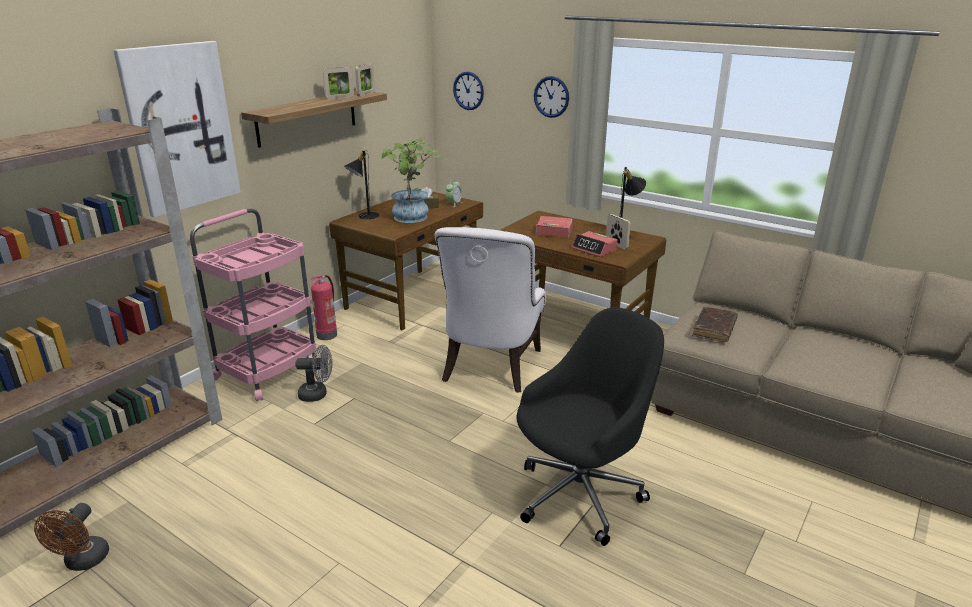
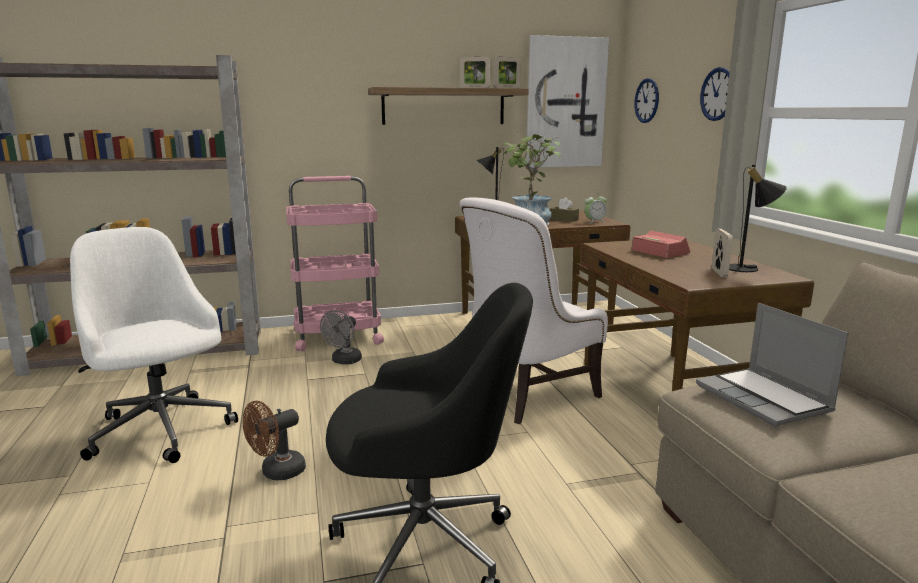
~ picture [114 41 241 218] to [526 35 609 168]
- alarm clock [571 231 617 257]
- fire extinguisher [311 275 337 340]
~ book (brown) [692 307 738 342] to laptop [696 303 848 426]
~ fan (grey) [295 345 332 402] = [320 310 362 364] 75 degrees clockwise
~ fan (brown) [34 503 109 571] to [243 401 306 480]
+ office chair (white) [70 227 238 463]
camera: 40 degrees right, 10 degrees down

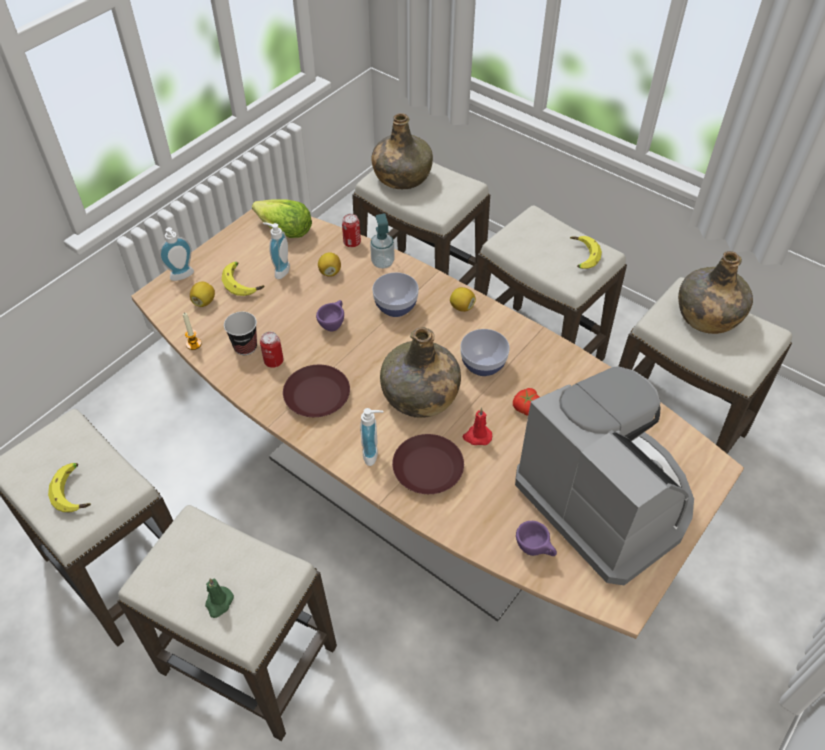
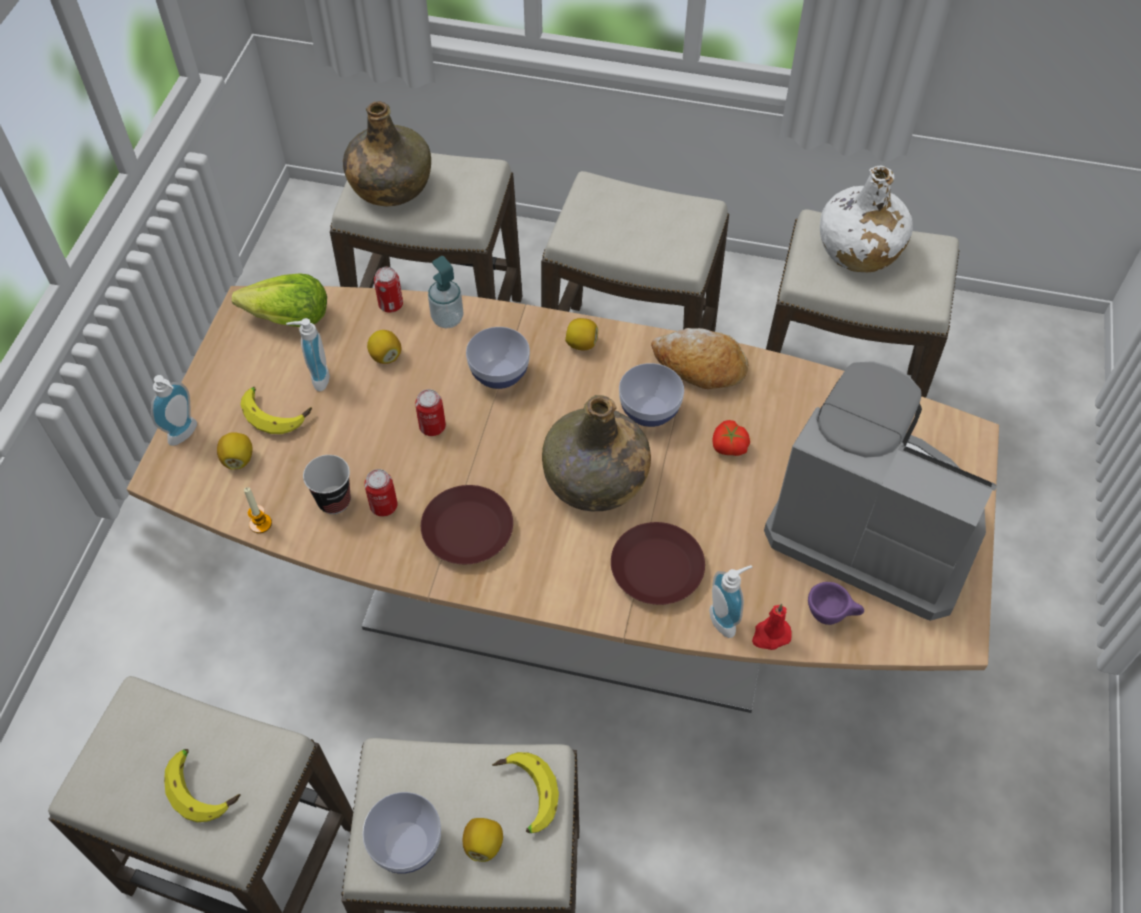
~ banana [570 236 602 269] to [492 752 559 833]
~ bottle (green) [678 251 753 334] to bottle (white) [820 166 913 273]
~ cup (purple) [316 300 344 331] to can [415 389 446 436]
~ soap dispenser [360 408 383 466] to [709 565 752 638]
~ candle (red) [463 408 492 445] to [752 603 792 650]
~ candle (green) [205 578 234 618] to lemon [463 818 503 862]
+ bread [651 328 748 389]
+ bowl [362 792 441 874]
camera: 25 degrees left, 5 degrees up

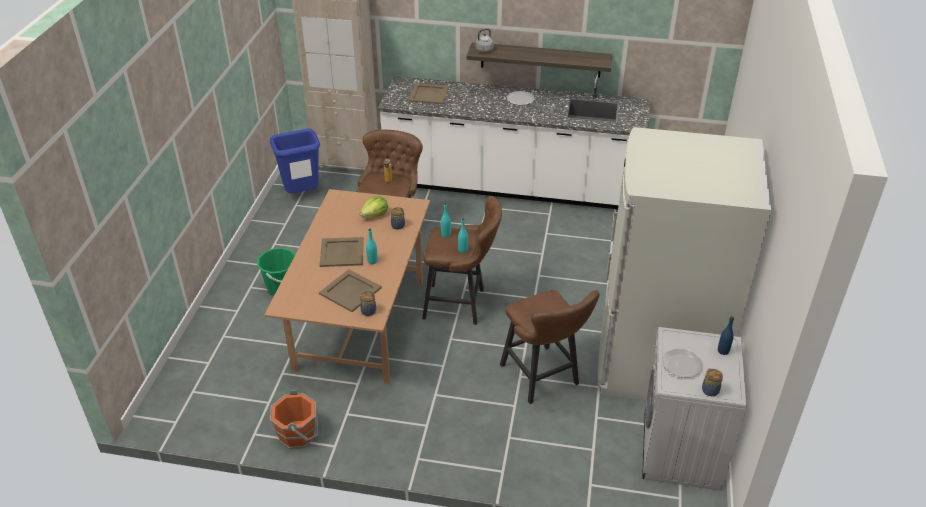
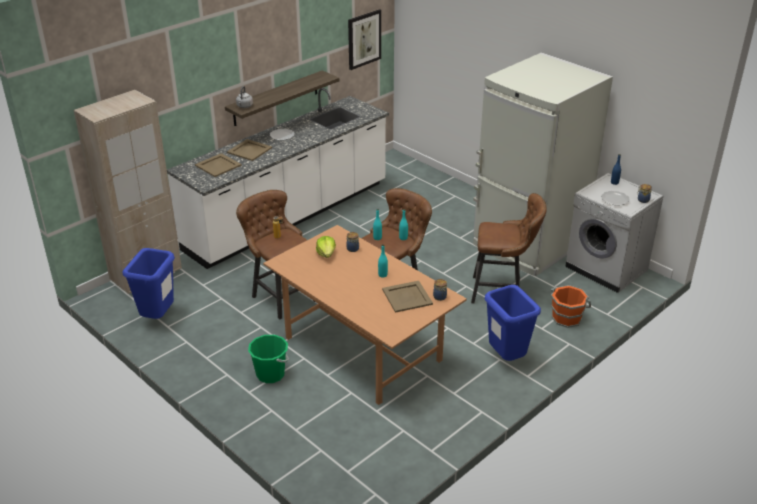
~ tray (beige) [319 237 364 267] to [227 139 272 161]
~ bucket (orange) [270 389 318 449] to [551 285 591 328]
+ picture [348 9 381 70]
+ trash can (blue) [485 285 541 361]
camera: 55 degrees left, 5 degrees down

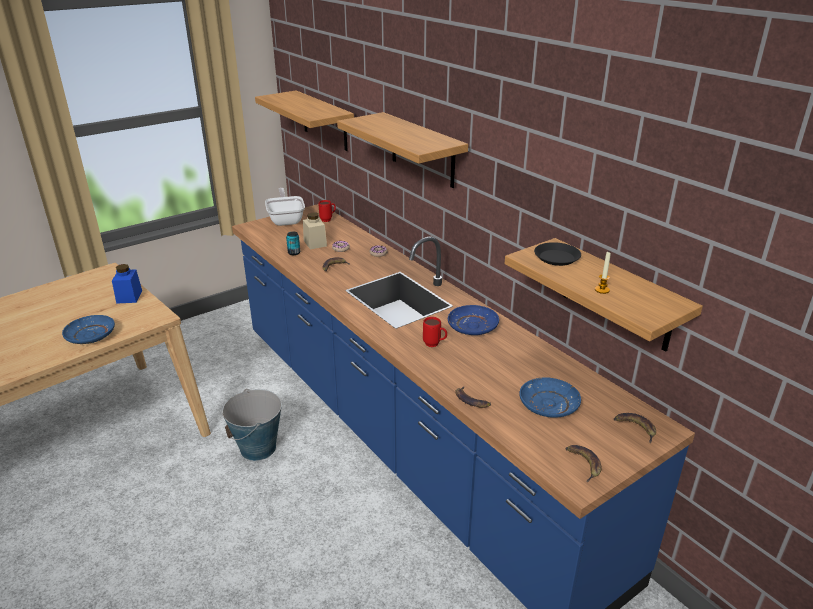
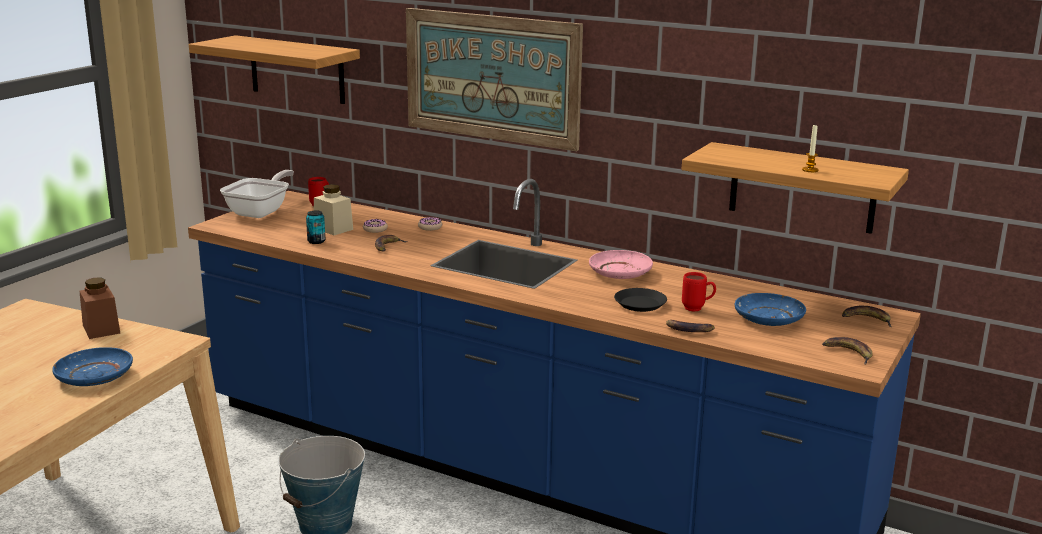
~ shelf [337 112 468 188] to picture [406 8 583 151]
~ frying pan [265 188 305 226] = [220 170 294 218] 60 degrees clockwise
~ plate (black) [534 242 581 266] to [614 288 667 312]
~ jar (blue) [112 264 142 304] to jar (brown) [79 277 120 339]
~ plate (blue) [448 305 499 335] to plate (pink) [589 250 653 279]
~ mug (red) [423 317 447 347] to [682 272 716 312]
camera: 25 degrees left, 10 degrees down

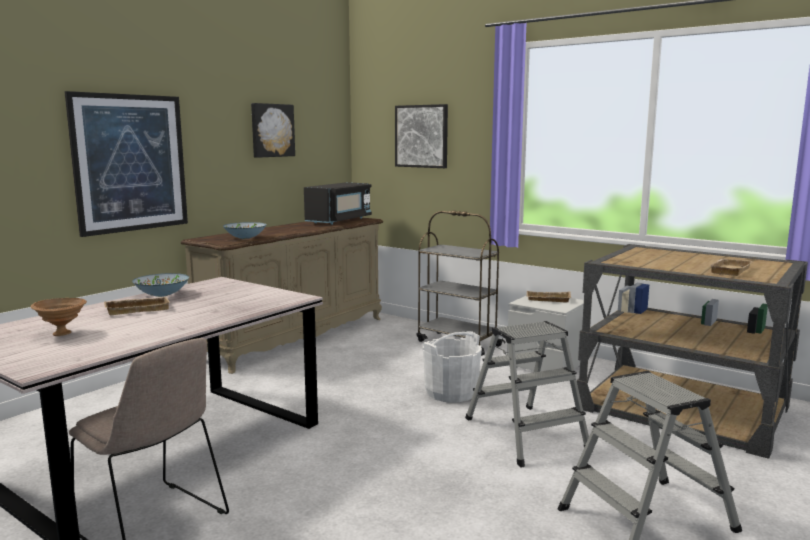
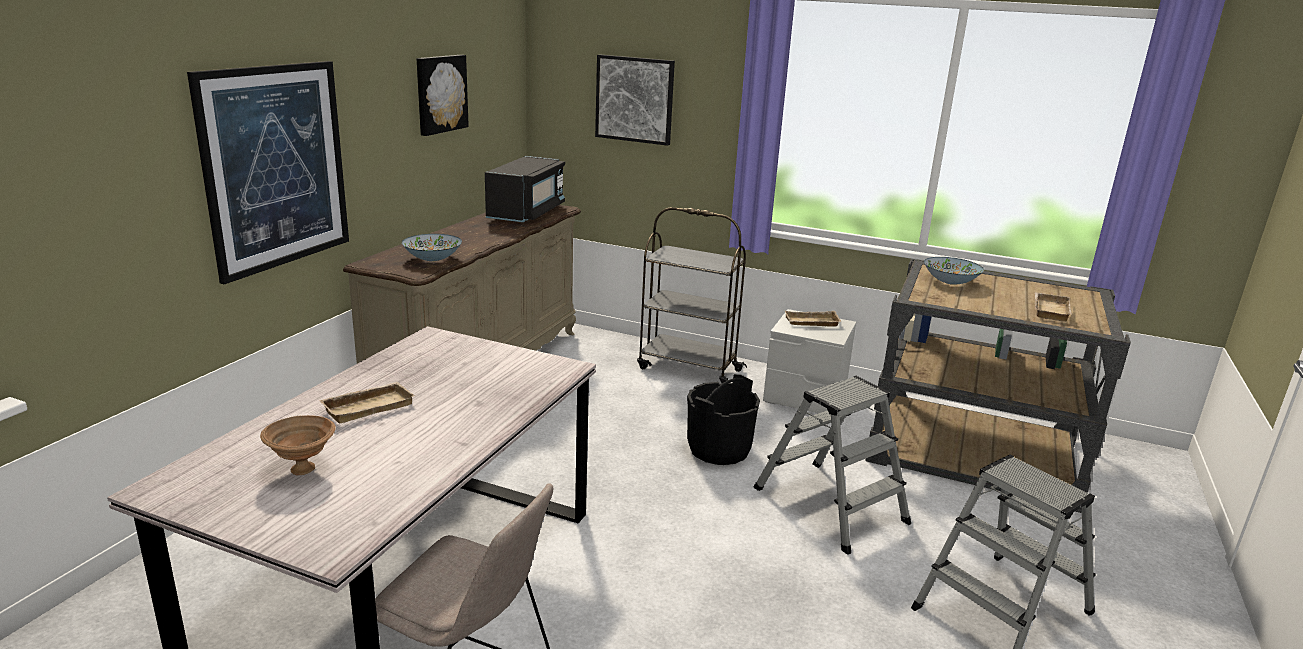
~ bowl [132 273 189 297] to [924 257 984 285]
~ bucket (white) [423 331 482 402] to bucket (black) [687 374 760 465]
camera: 15 degrees left, 10 degrees up

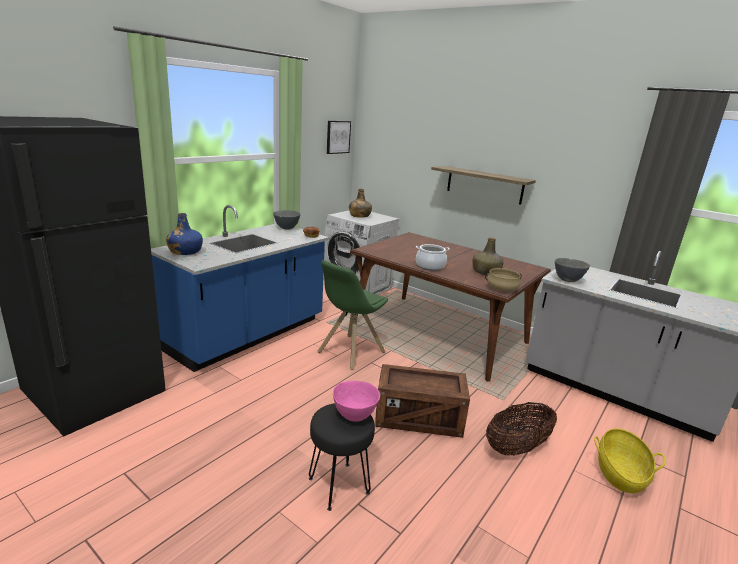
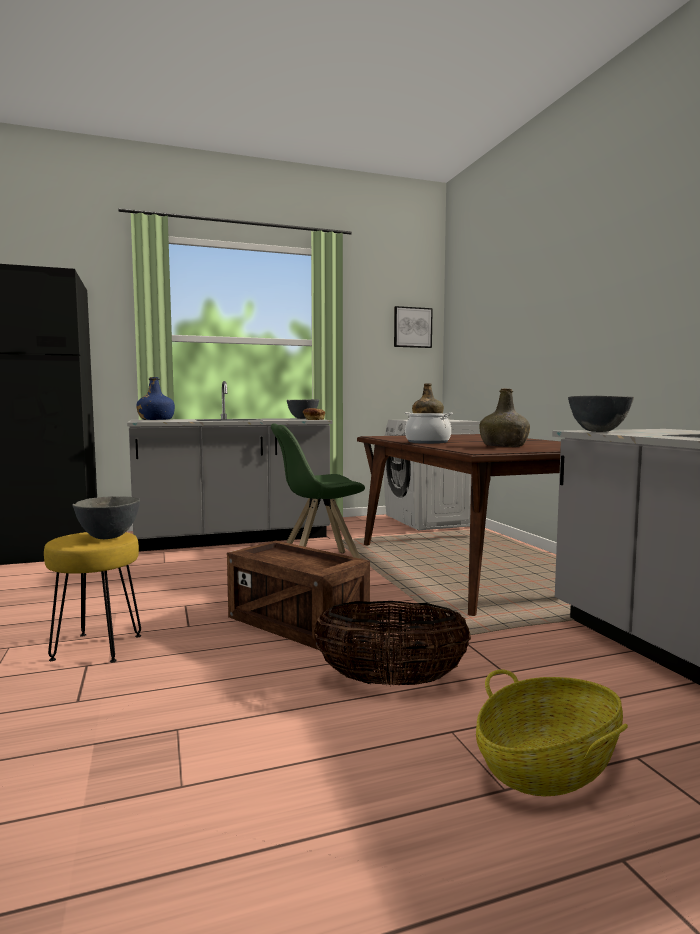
- shelf [431 166 536 205]
~ counter (blue) [151 205 329 372] to counter (grey) [127 381 333 551]
- cooking pot (beige) [485 268 522 291]
~ bowl (pink) [333 381 380 422] to bowl (grey) [72 496 140 539]
~ stool (black) [309 403 375 511] to stool (yellow) [44 532 141 662]
camera: 35 degrees right, 15 degrees down

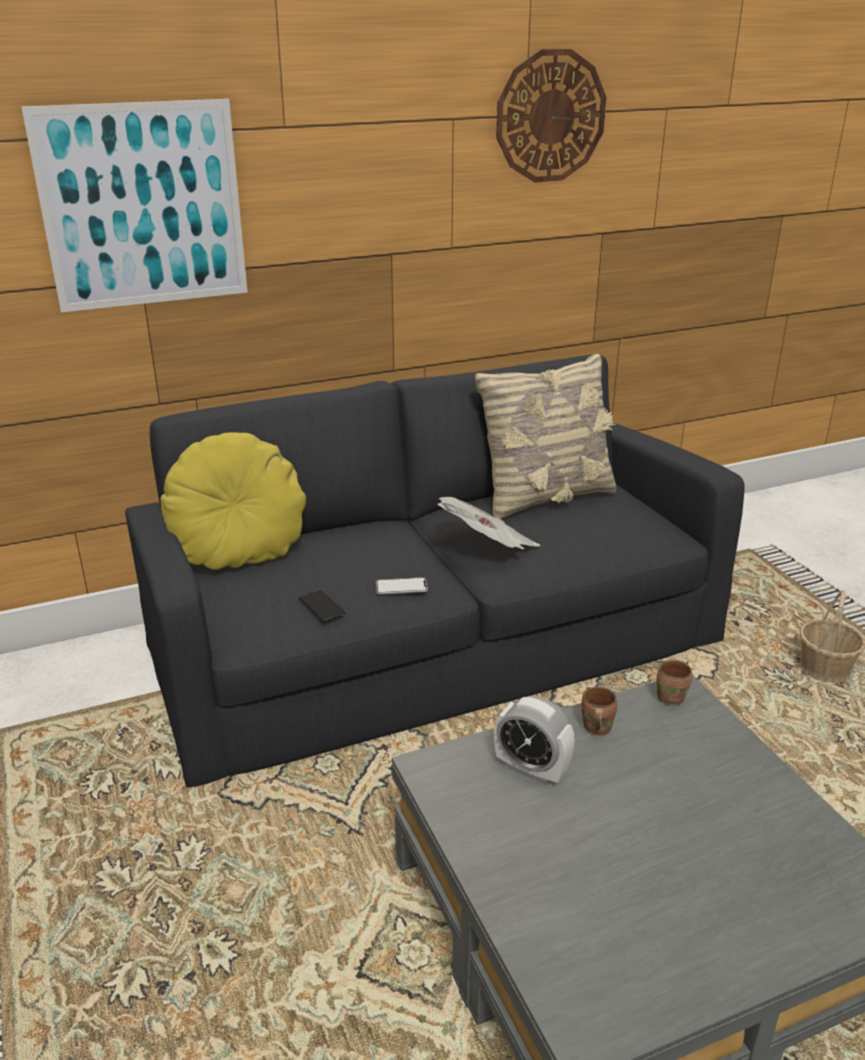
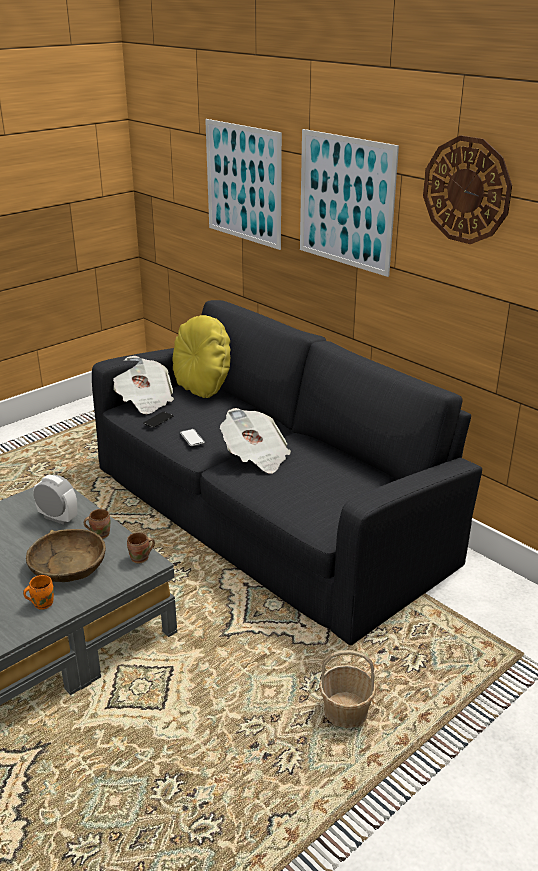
- pillow (beige) [475 354 616 519]
~ alarm clock [494 696 575 785] = [33 475 77 525] 105 degrees clockwise
+ picture [300 129 399 277]
+ newspaper [113 356 174 414]
+ bowl (brown) [26 529 106 582]
+ mug (orange) [23 575 54 610]
camera: 70 degrees right, 0 degrees up

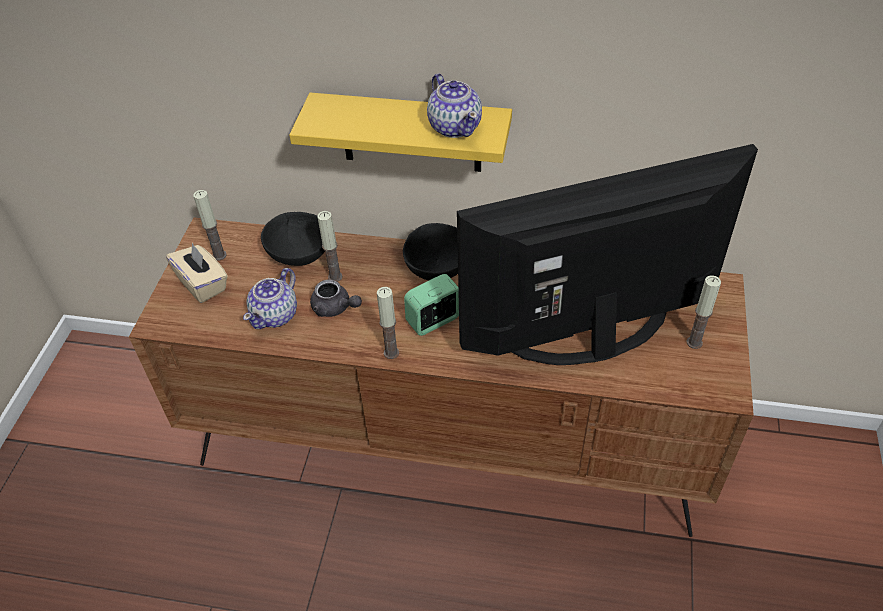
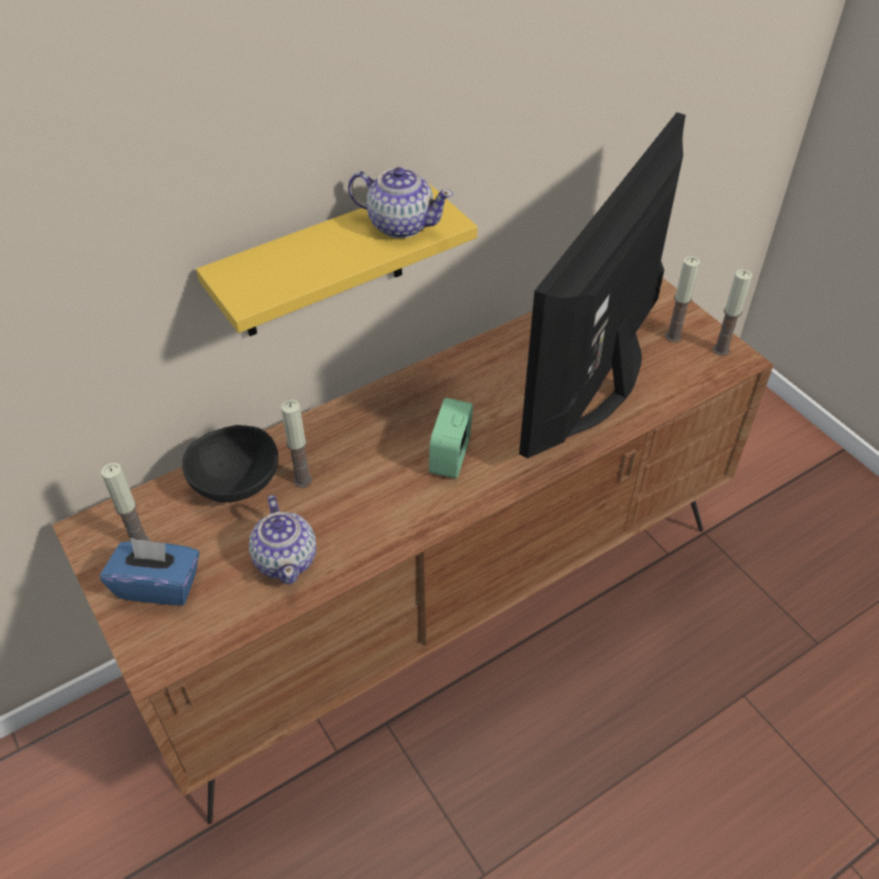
- bowl (black) [403 223 458 280]
~ tissue box (beige) [166 242 228 303] to tissue box (blue) [100 537 200 606]
- teapot (grey) [310 280 362 317]
~ candle [377 287 399 359] to [713 269 752 356]
camera: 45 degrees left, 0 degrees up

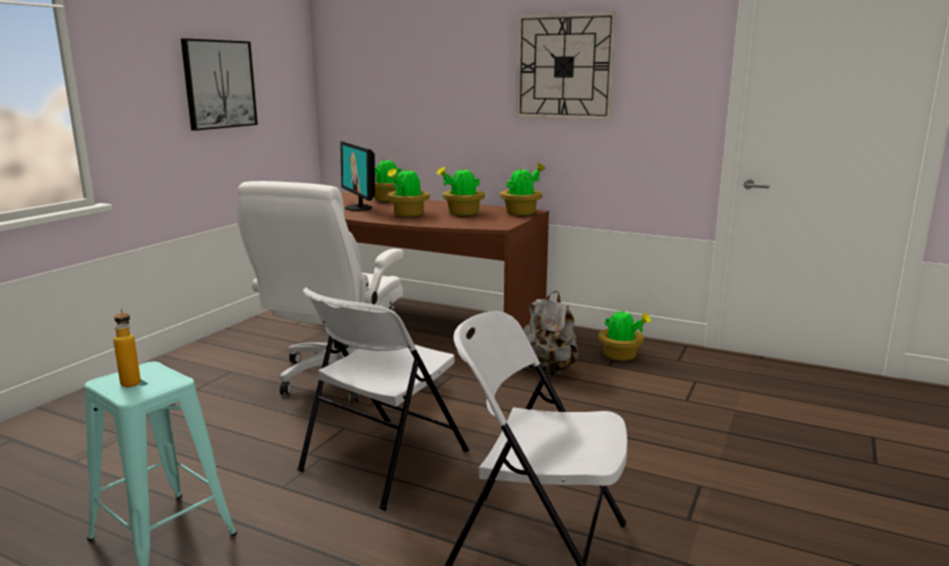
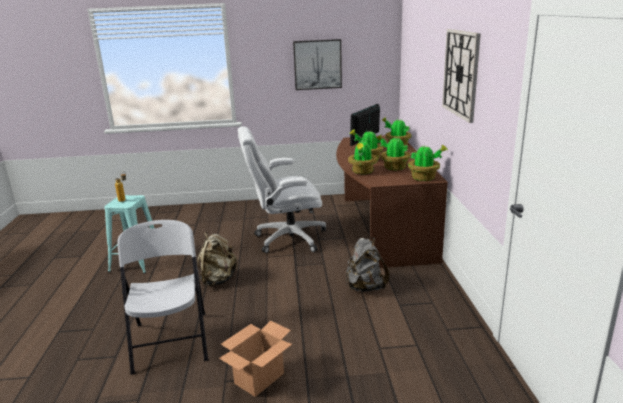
~ chair (white) [297 287 469 511] to backpack (beige) [197 232 238 286]
~ potted plant [598 309 651 361] to [348 141 378 174]
+ cardboard box [219 321 292 397]
camera: 60 degrees right, 5 degrees up

